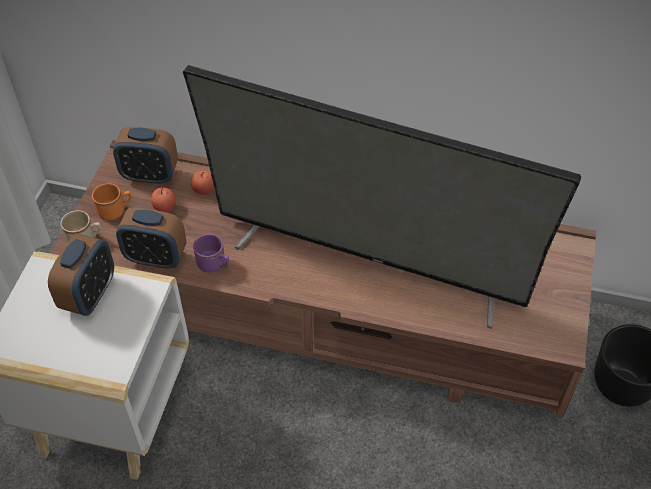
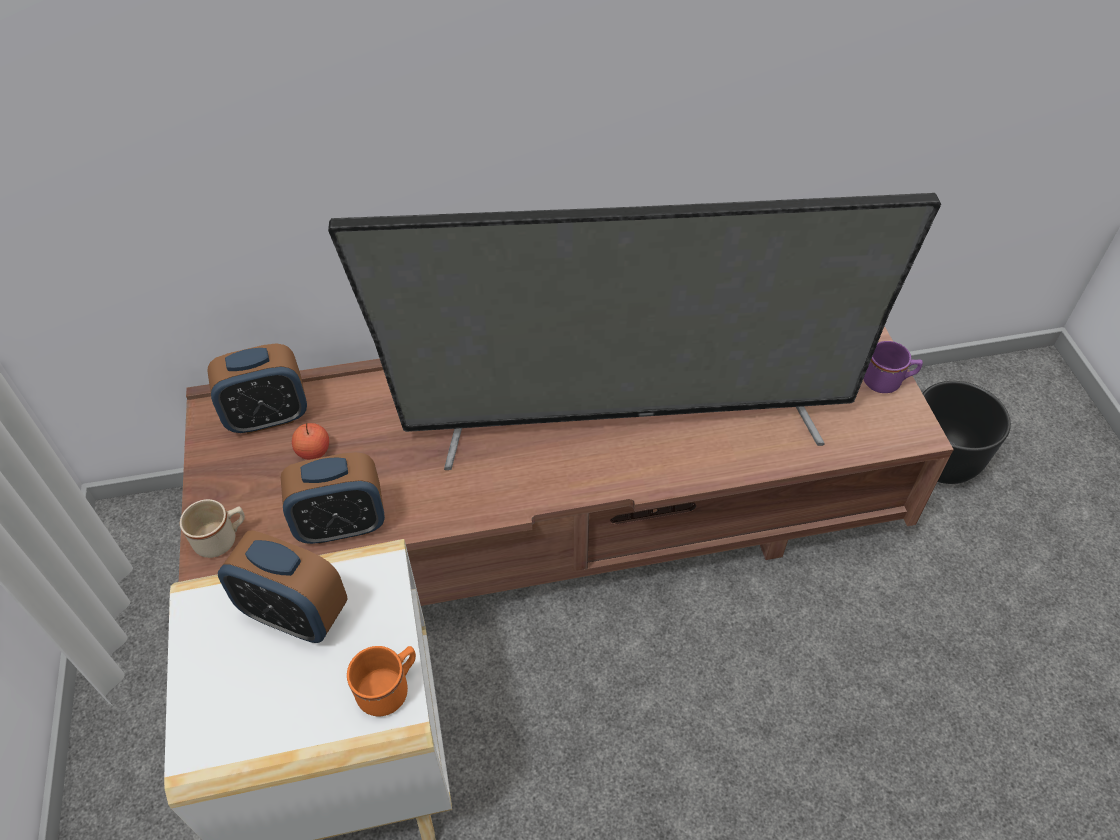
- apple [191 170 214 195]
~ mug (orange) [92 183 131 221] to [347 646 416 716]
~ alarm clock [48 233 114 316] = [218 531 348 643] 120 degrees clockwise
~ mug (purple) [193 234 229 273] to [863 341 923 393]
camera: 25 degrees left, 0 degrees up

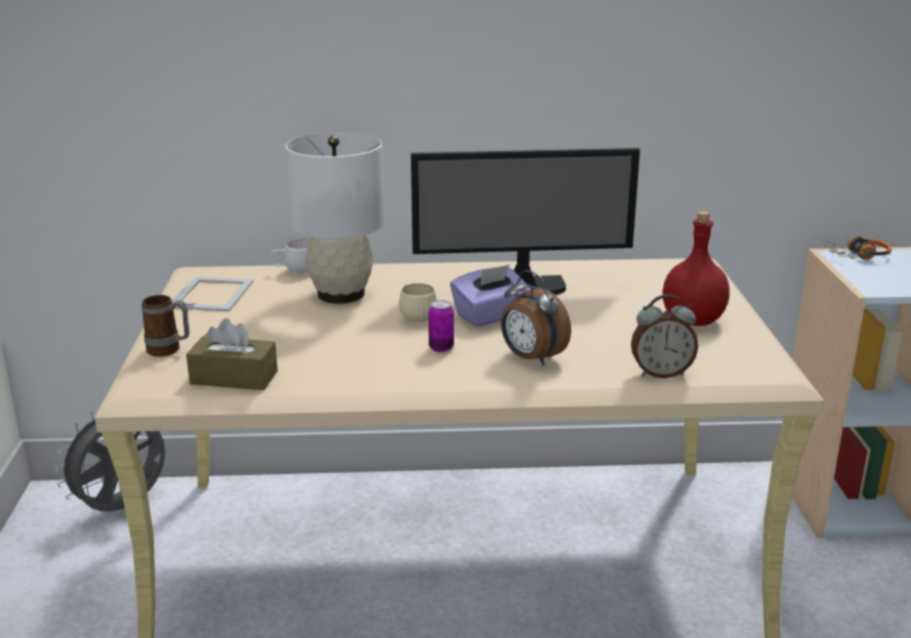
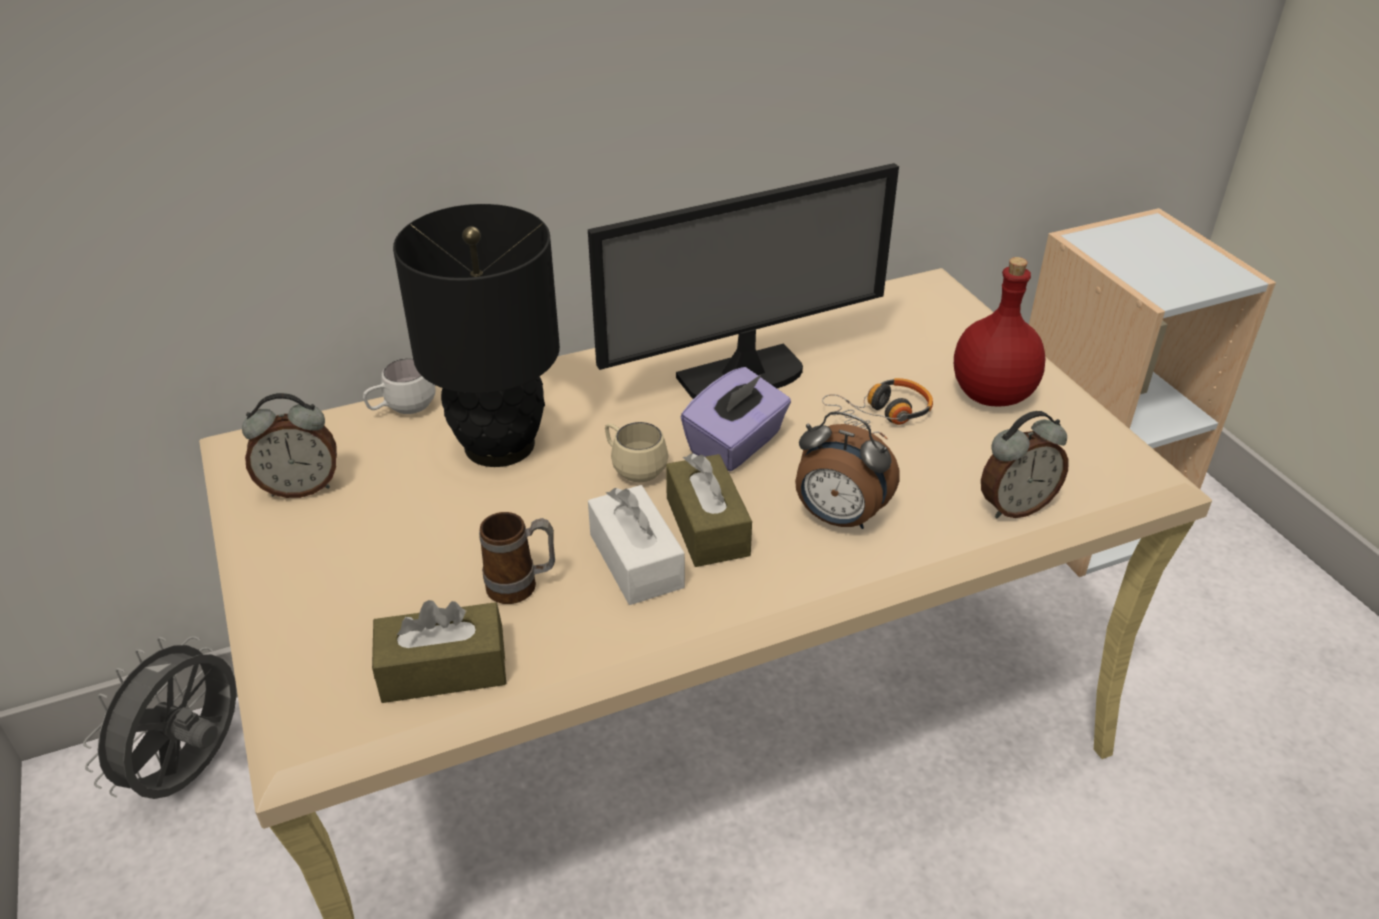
~ table lamp (white) [285 132 384 304] to table lamp (black) [393 204 560 467]
~ headphones [817 236 891 260] to [822 378 933 439]
~ picture frame [171 277 253 311] to alarm clock [242 393 337 498]
~ mug [142 295 189 357] to [479 512 555 604]
~ can [428 300 454 352] to tissue box (brown) [666 454 752 567]
+ tissue box (white) [588 485 685 605]
camera: 20 degrees left, 15 degrees up

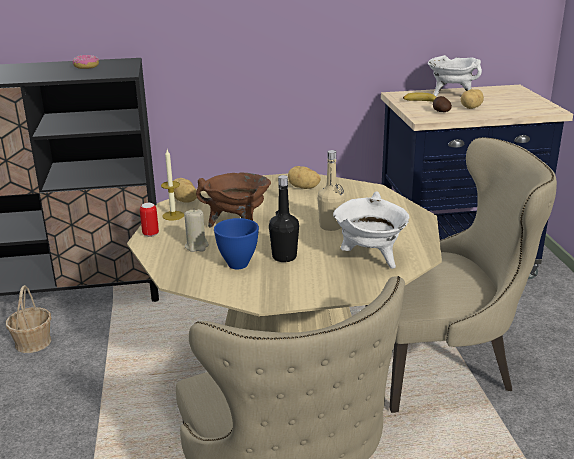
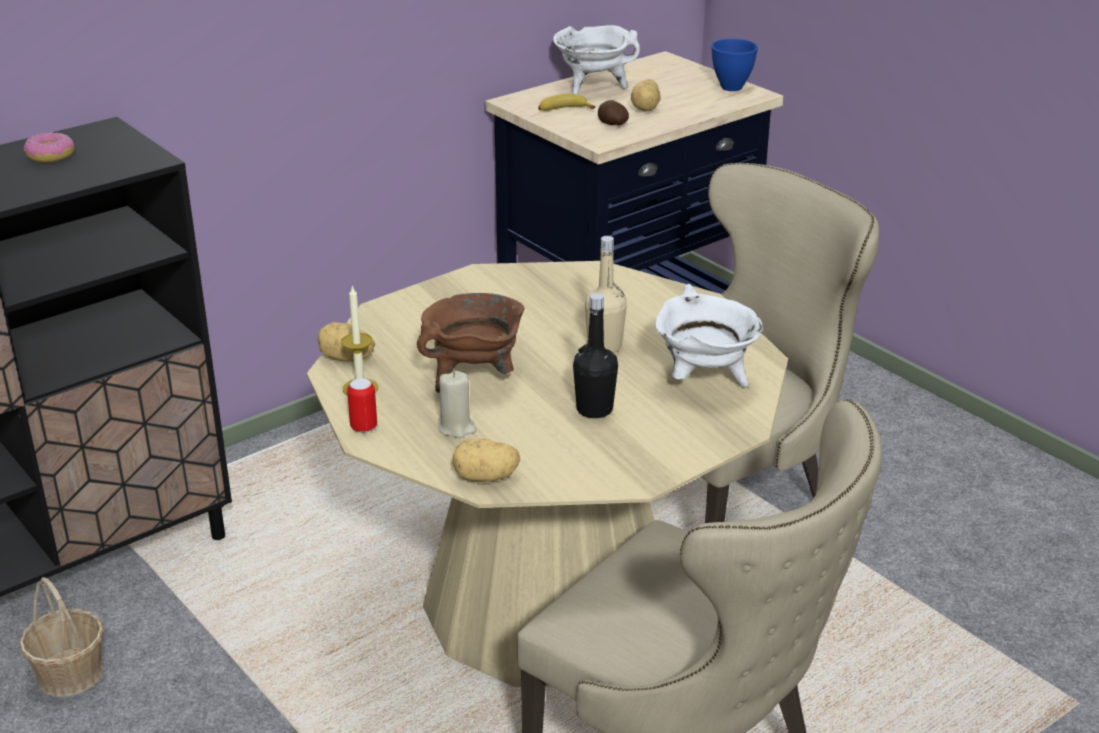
~ potato [288 166 321 189] to [452 439 520 482]
~ bowl (blue) [214 218 259 269] to [711 39 758 91]
camera: 30 degrees left, 5 degrees up

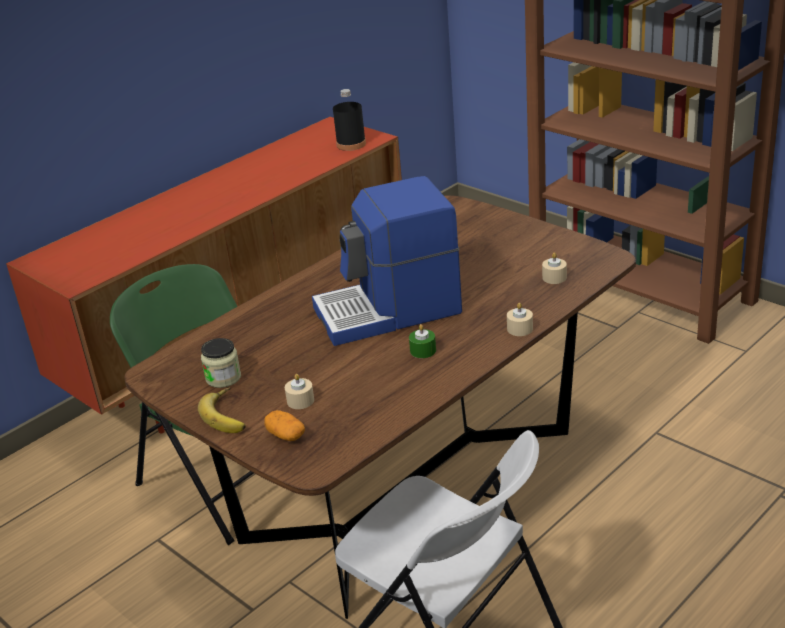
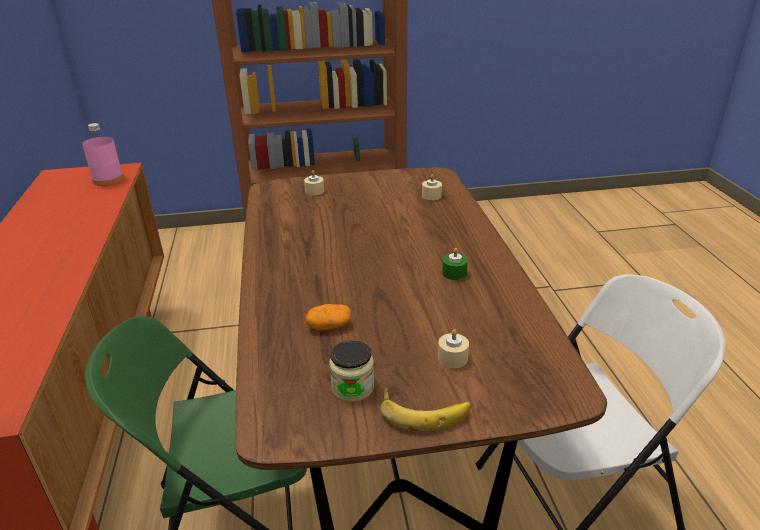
~ bottle (black) [333 89 366 151] to bottle (pink) [82 123 124 186]
- coffee machine [312 176 462 346]
~ candle (beige) [507 303 533 336] to [304 170 324 196]
~ potato [264 410 305 441] to [305 304 351 331]
camera: 55 degrees left, 0 degrees up

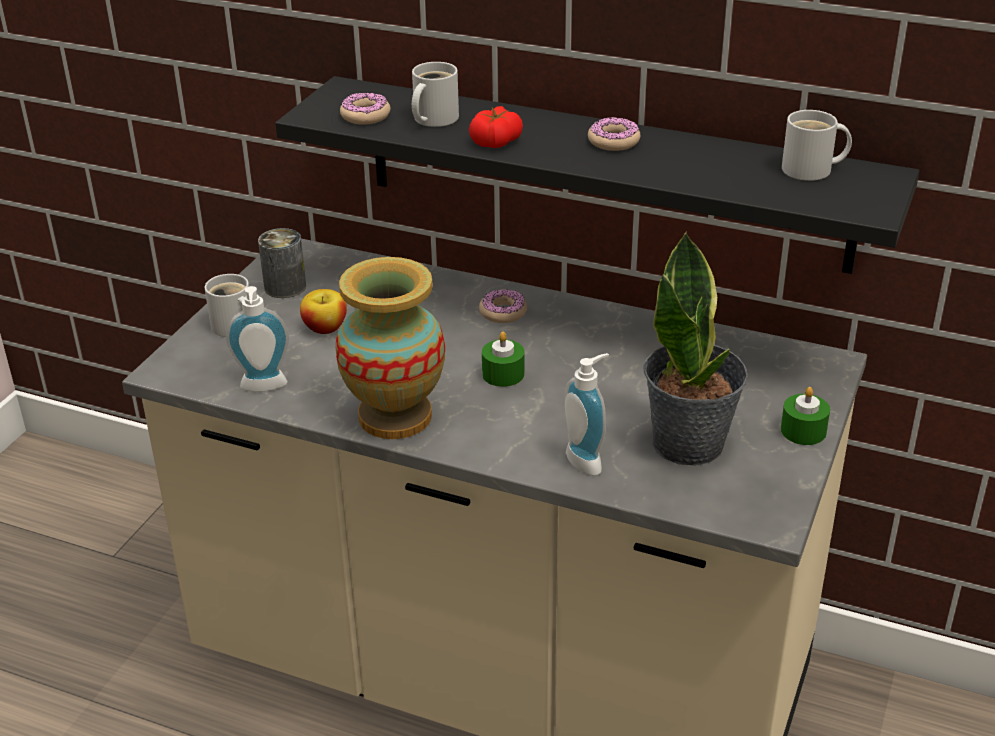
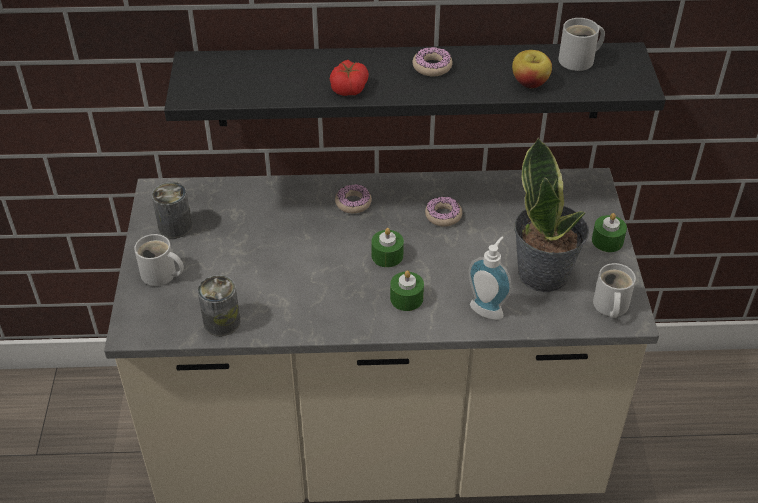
~ mug (white) [412 62 459 127] to [593 263 636 318]
~ donut [340 92 390 125] to [425 197 462 227]
- vase [336 257 445 439]
~ soap dispenser [226 286 289 392] to can [198 275 241 336]
~ apple [300 289 347 334] to [512 50 552 88]
+ candle (green) [390 270 424 311]
camera: 25 degrees left, 10 degrees up

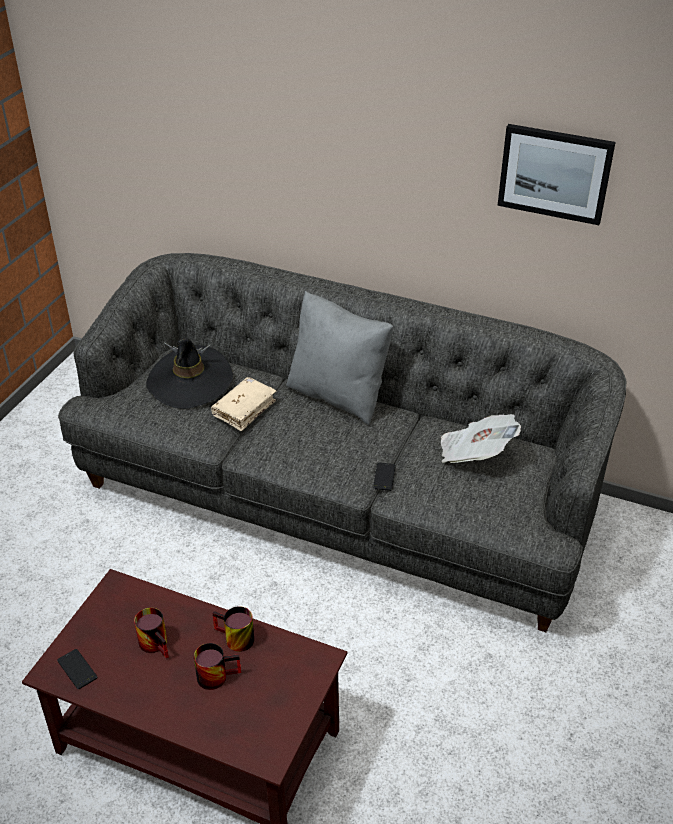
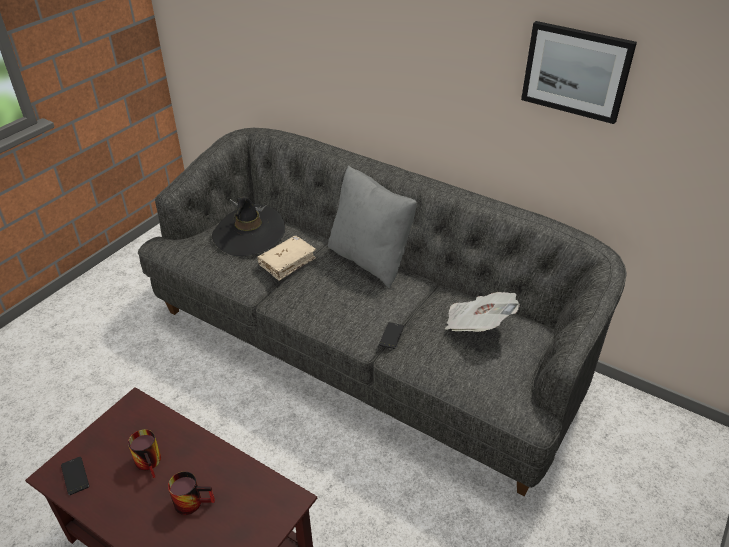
- mug [213 606 254 652]
camera: 10 degrees right, 0 degrees up

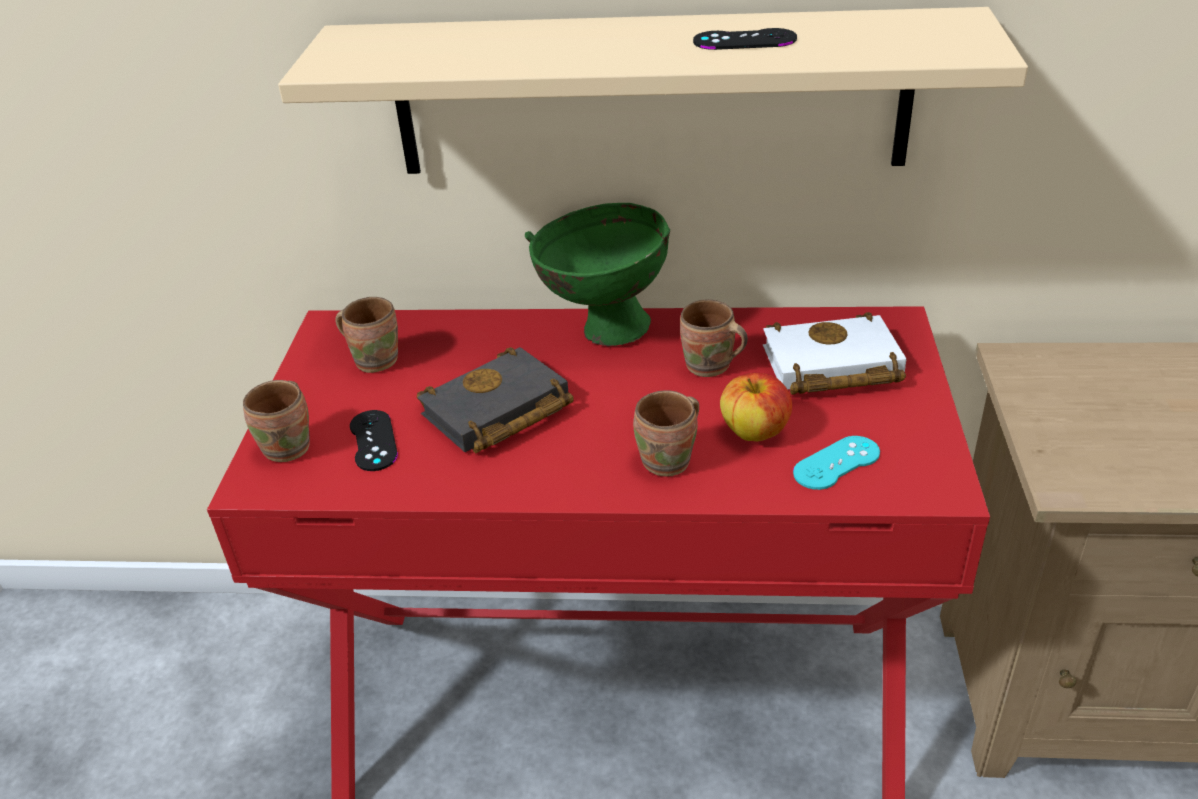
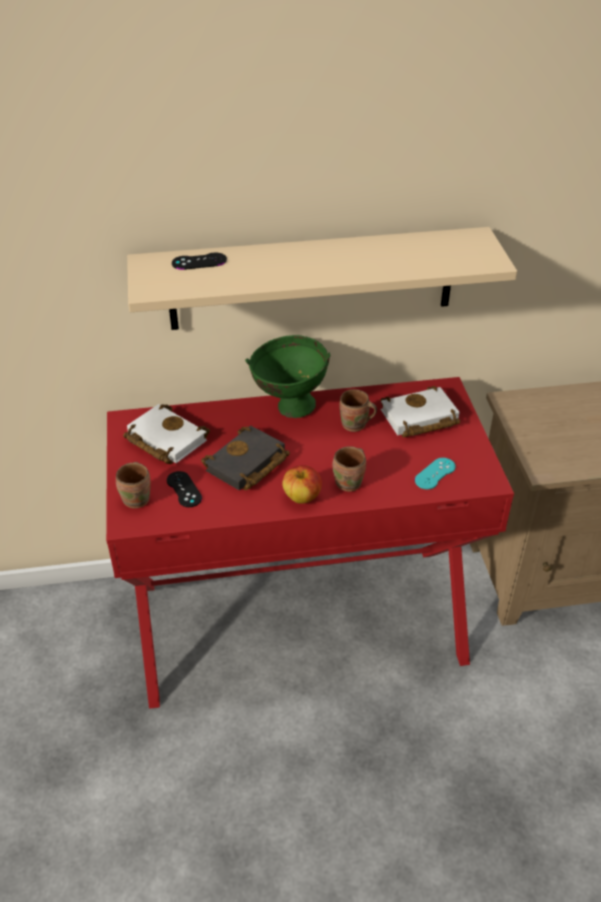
~ game controller (black) [693 28 797 50] to [172 253 227 270]
~ mug (brown) [335 297 398 373] to book (white) [123 404 210 464]
~ apple [720 373 792 441] to [282 465 322 503]
camera: 15 degrees left, 5 degrees up

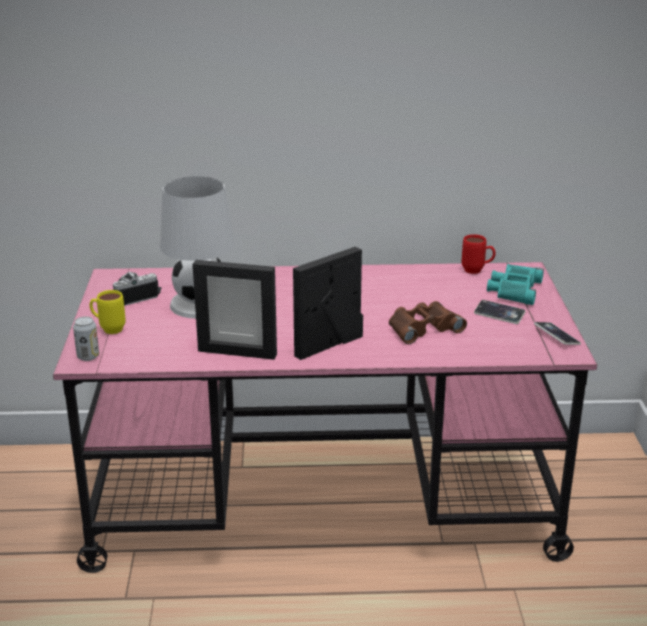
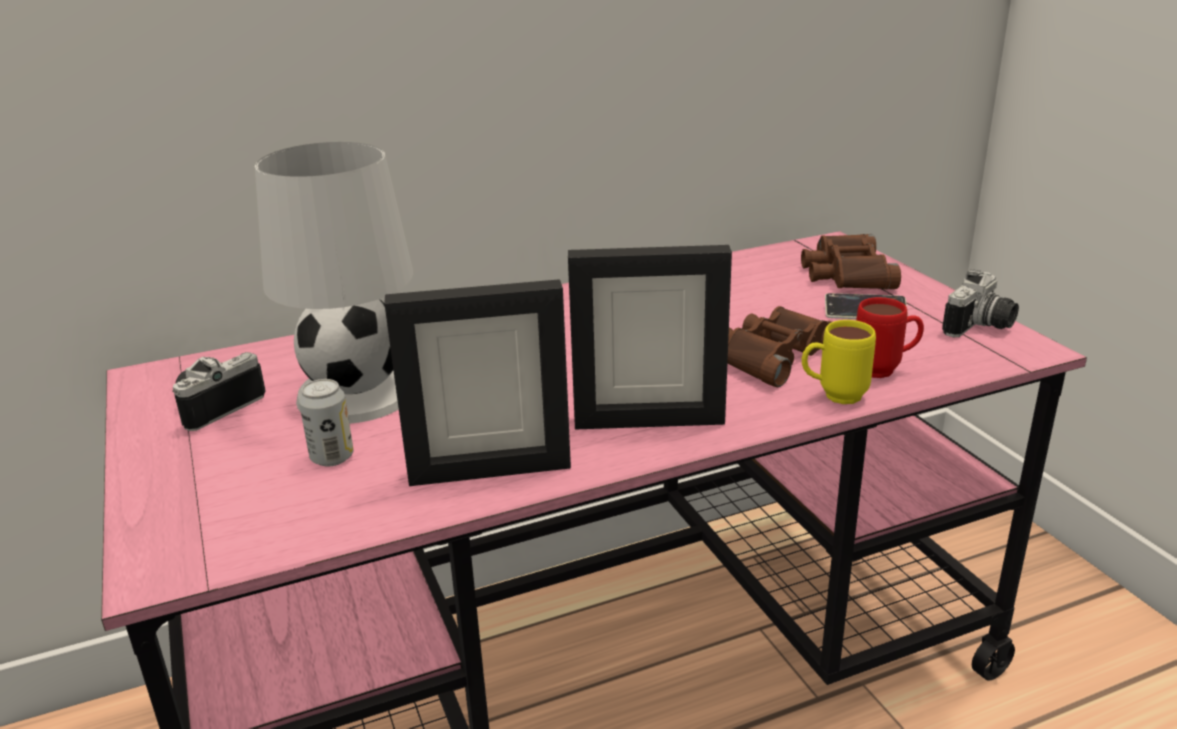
~ mug (red) [462 234 496 274] to [856 297 924 378]
~ picture frame [293 247 363 360] = [568 245 732 429] 120 degrees counterclockwise
~ binoculars (turquoise) [487 264 544 305] to binoculars (brown) [801 234 901 289]
~ mug (yellow) [89 290 126 334] to [802 320 876 404]
~ can [73 316 99 361] to [299 379 353 466]
~ phone [534 322 581 345] to photo camera [942 269 1019 337]
camera: 20 degrees left, 0 degrees up

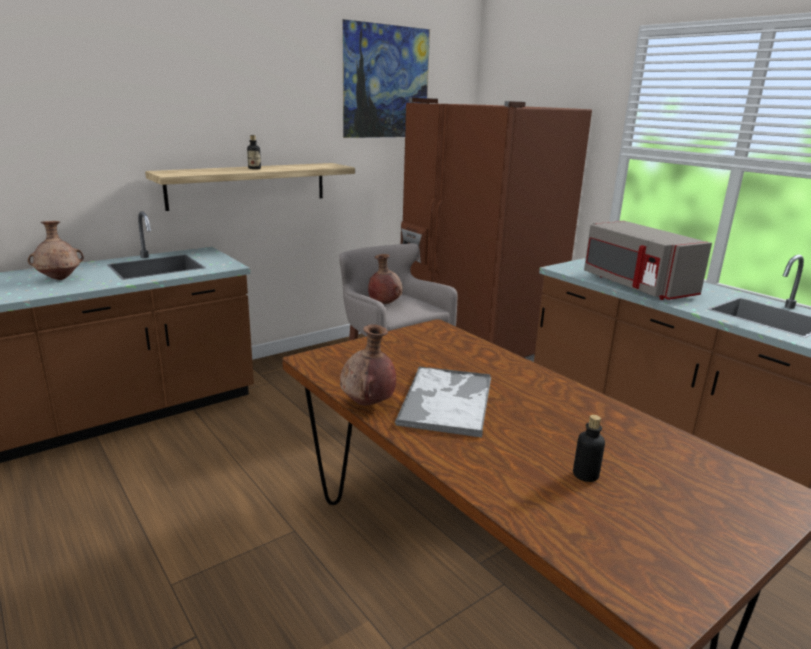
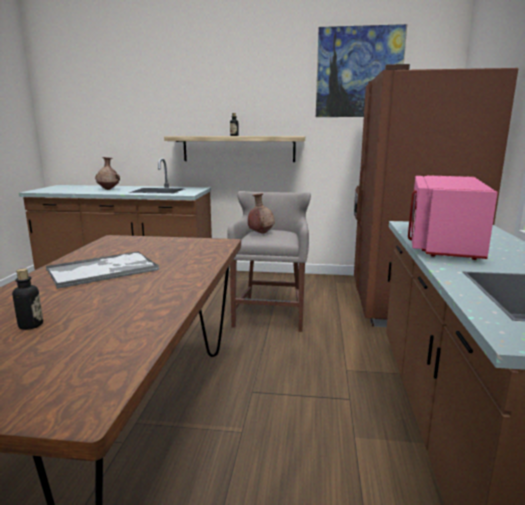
~ microwave (grey) [584 221 712 300] to microwave (pink) [408 175 498 260]
- vase (brown) [340 324 396 405]
camera: 45 degrees right, 5 degrees down

